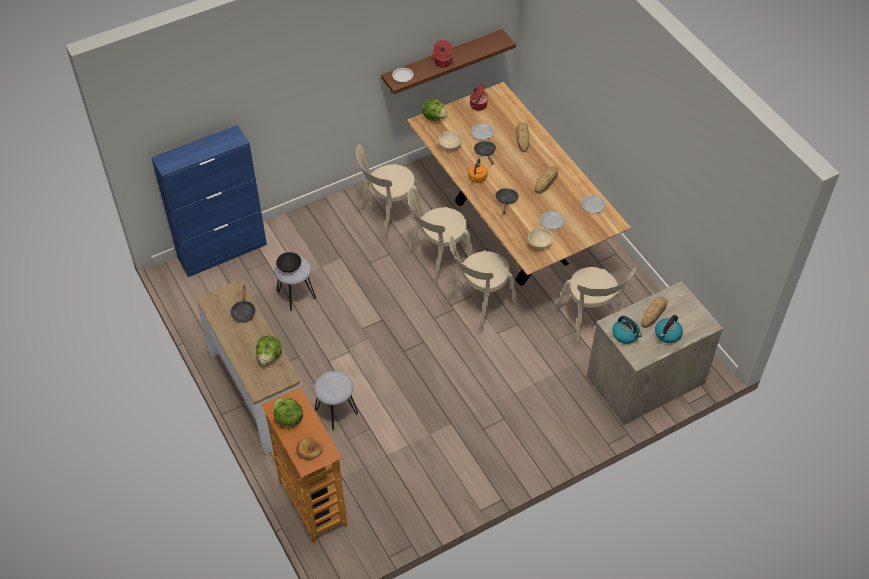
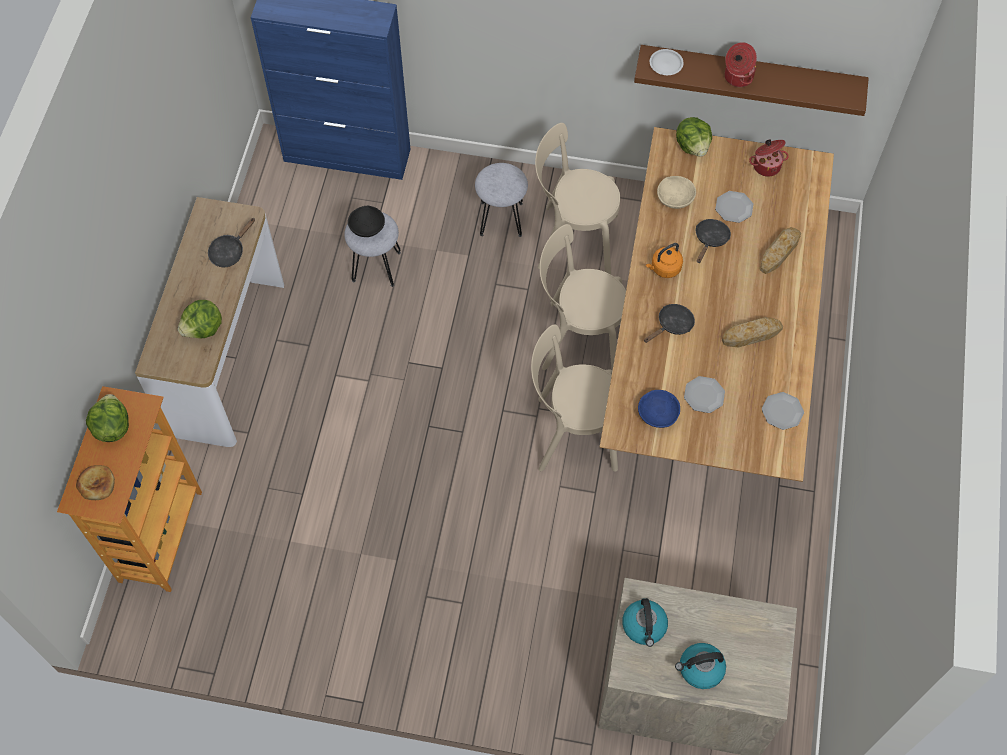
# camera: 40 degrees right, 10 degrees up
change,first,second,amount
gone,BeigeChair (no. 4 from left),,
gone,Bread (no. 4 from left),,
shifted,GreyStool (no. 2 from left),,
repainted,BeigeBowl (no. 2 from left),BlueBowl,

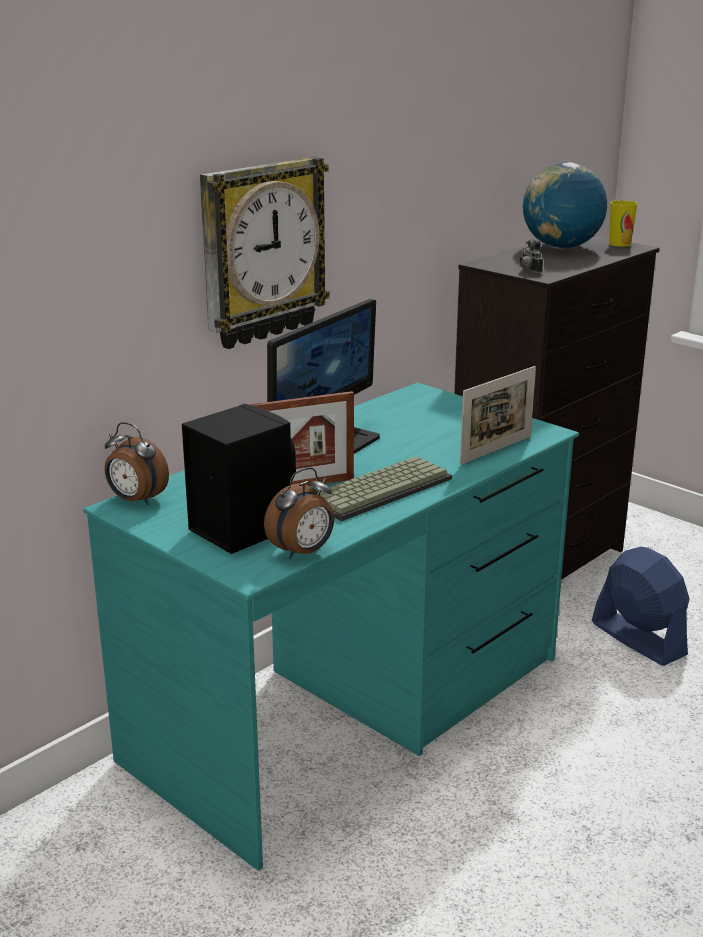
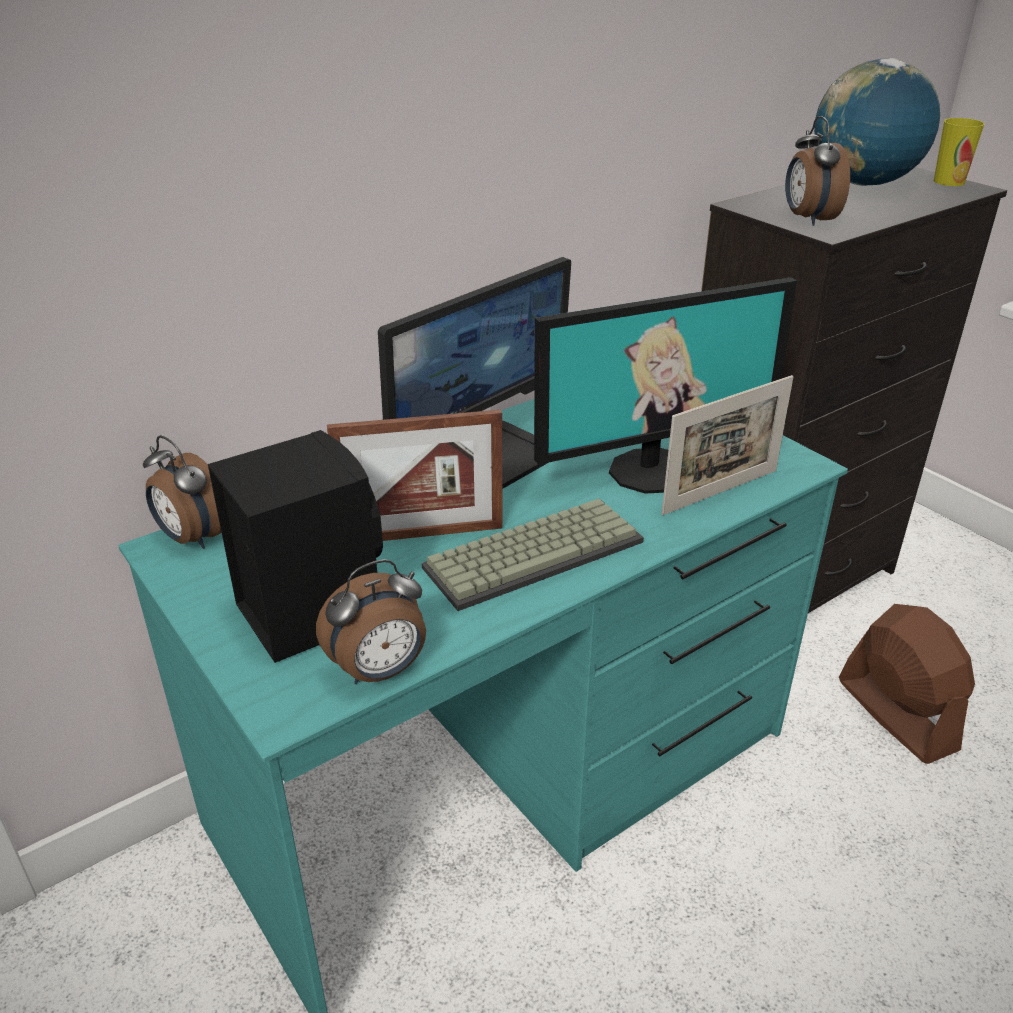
# camera: 10 degrees right, 10 degrees up
change,first,second,amount
gone,WallClock,,
new,,Monitor (no. 2 from left),
swapped,PhotoCamera,AlarmClock (no. 3 from left),
repainted,BlueFan,BrownFan,

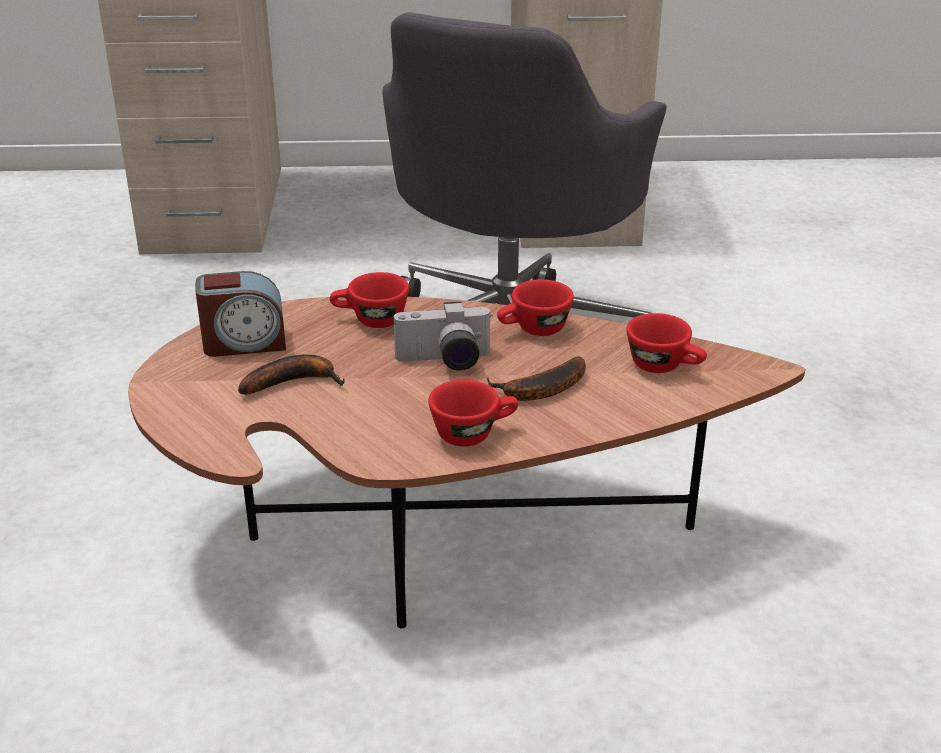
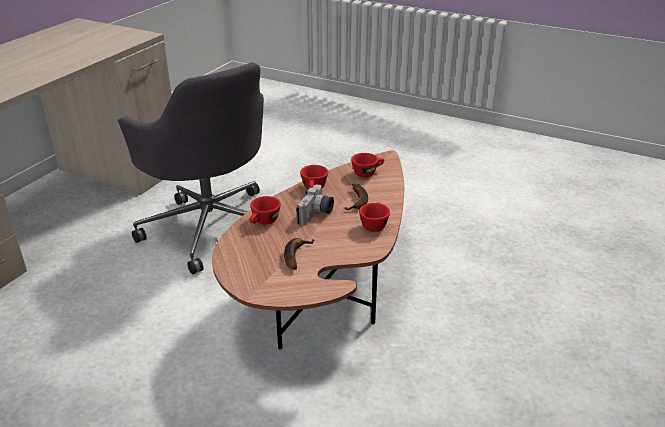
# camera: 60 degrees left, 0 degrees up
change,first,second,amount
gone,AlarmClock,,

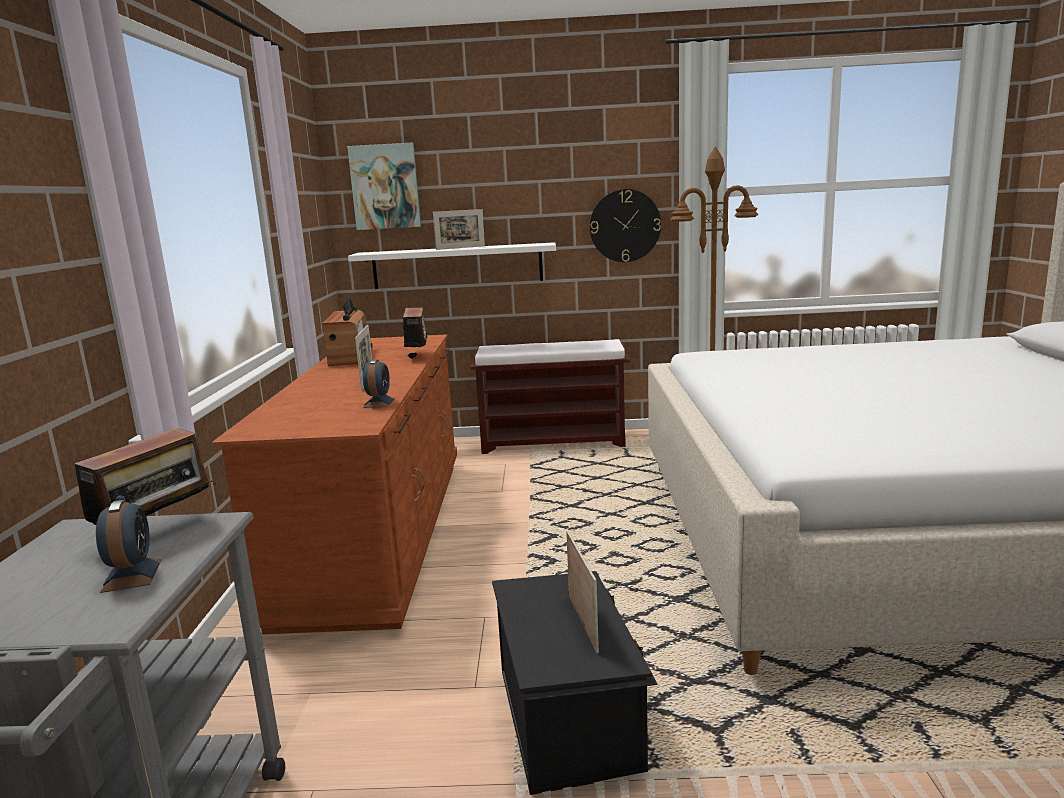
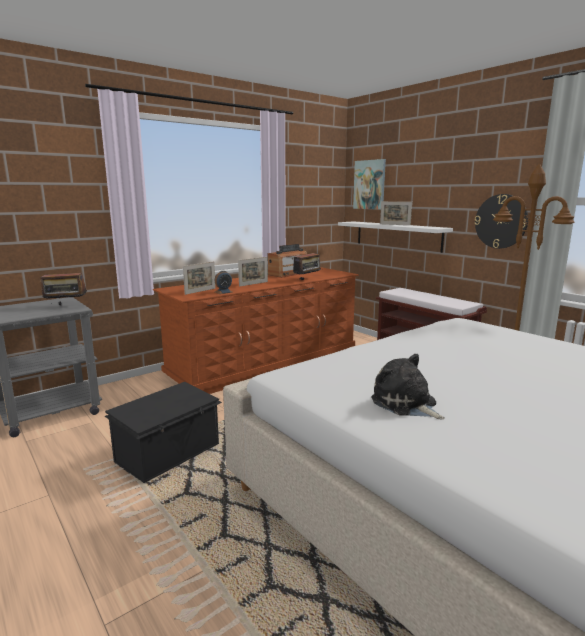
# camera: 50 degrees right, 0 degrees up
change,first,second,amount
gone,AlarmClock (no. 1 from left),,
new,,PlushToy,
shifted,PictureFrame (no. 3 from left in the first image),PictureFrame (no. 1 from left),

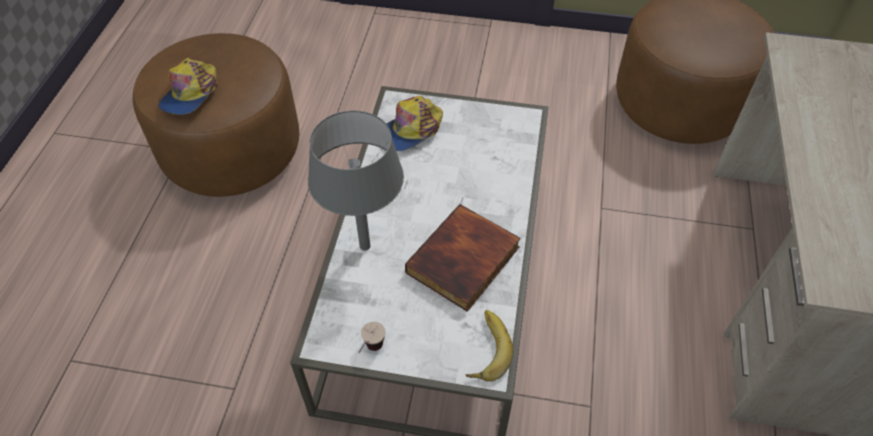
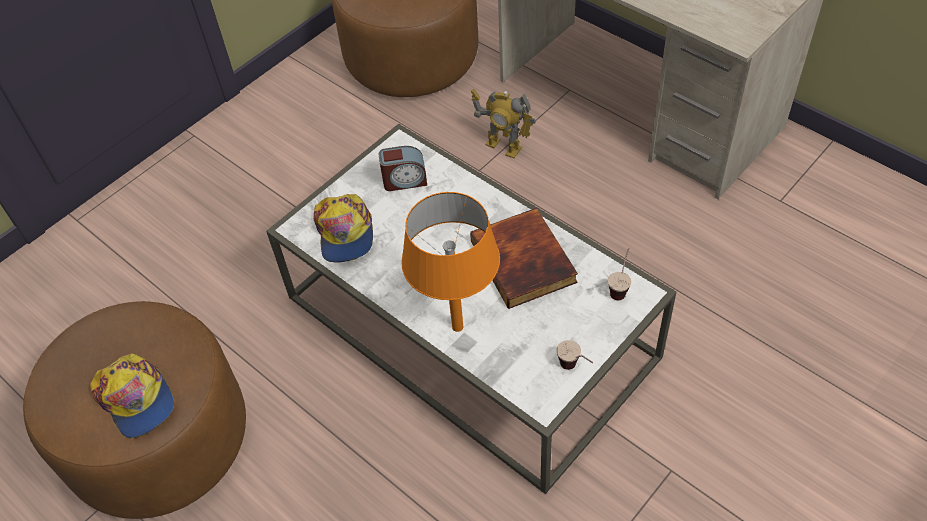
# camera: 55 degrees left, 0 degrees up
change,first,second,amount
new,,AlarmClock,
new,,ToyRobot,
swapped,Banana,Cup (no. 2 from left),
repainted,GreyTableLamp,OrangeTableLamp,

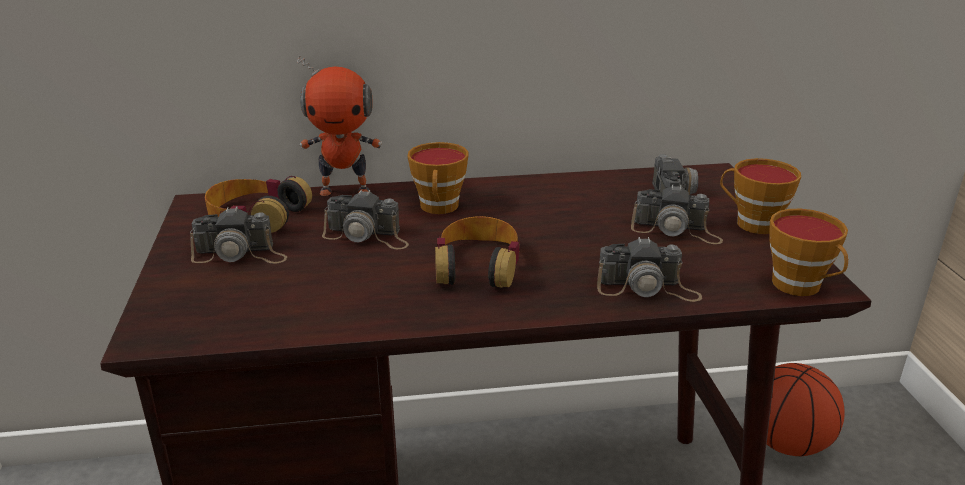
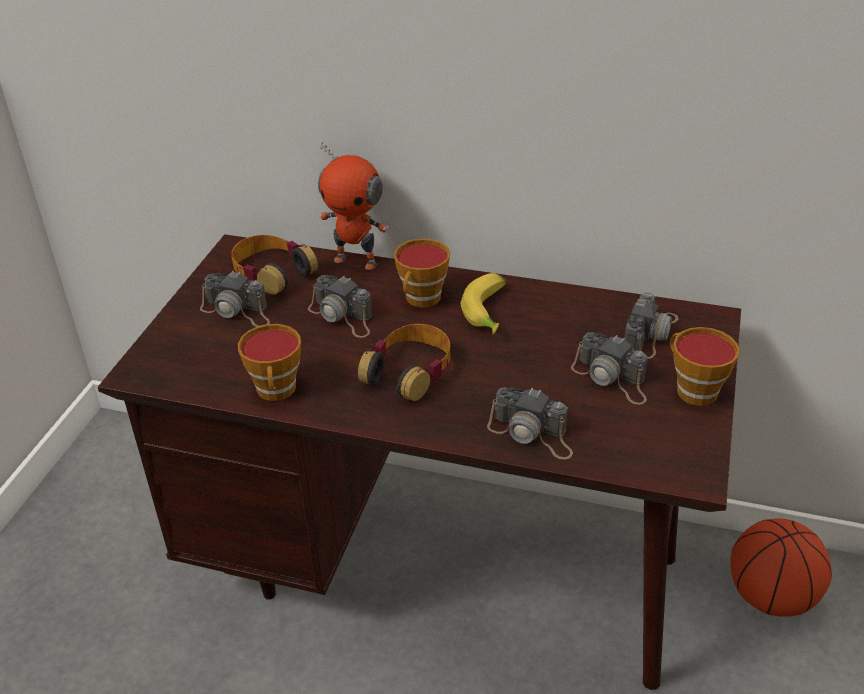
# camera: 25 degrees right, 10 degrees up
change,first,second,amount
new,,Banana,
shifted,Cup (no. 3 from left in the first image),Cup (no. 1 from left),

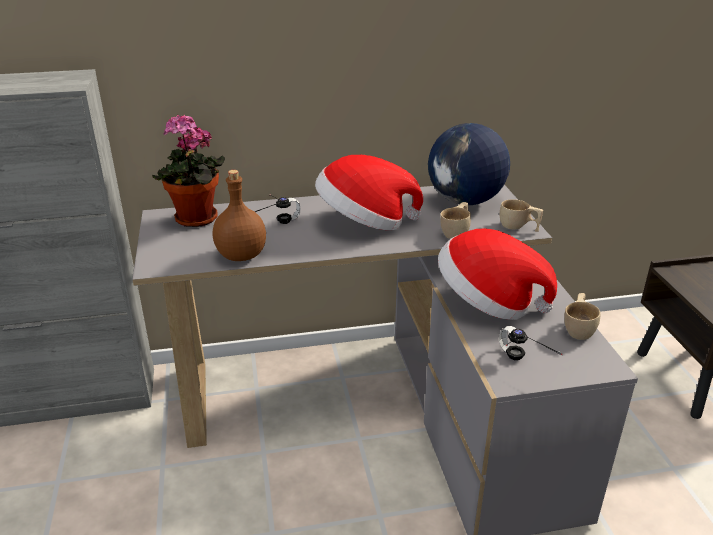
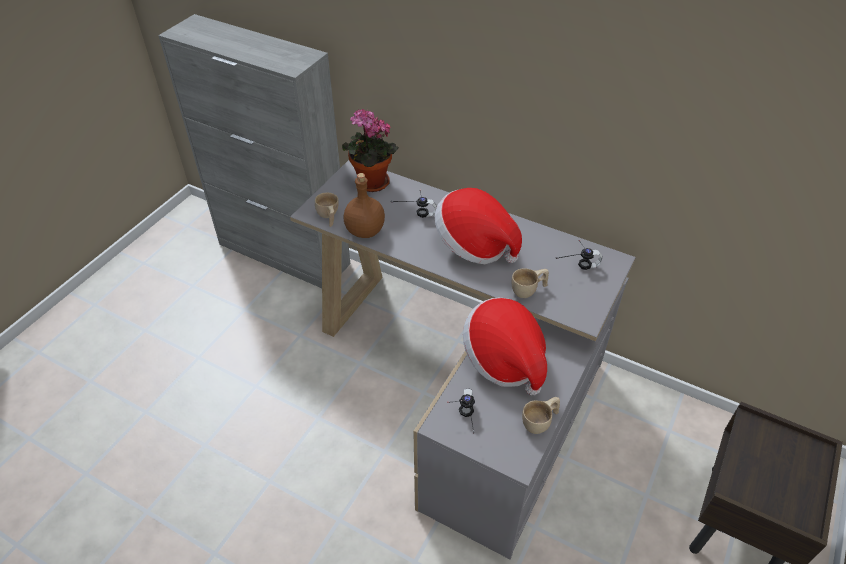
# camera: 40 degrees right, 15 degrees up
change,first,second,amount
shifted,BeigeCup (no. 2 from left in the first image),BeigeCup (no. 1 from left),
swapped,Globe,Headphones (no. 3 from left),

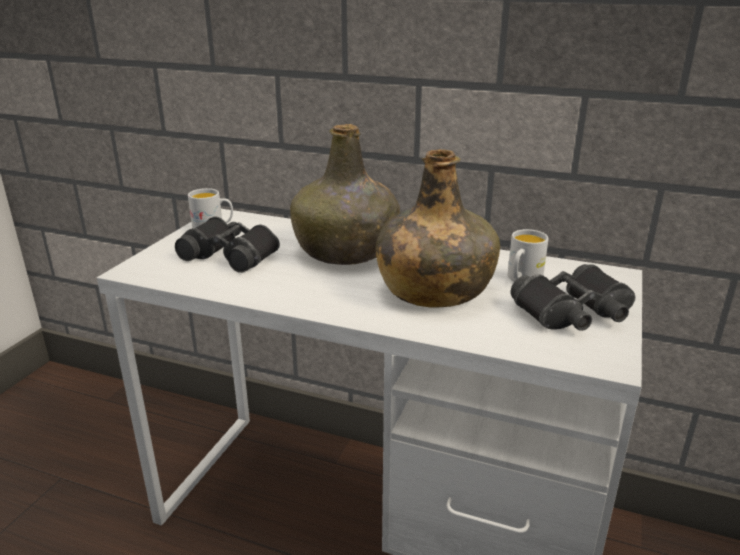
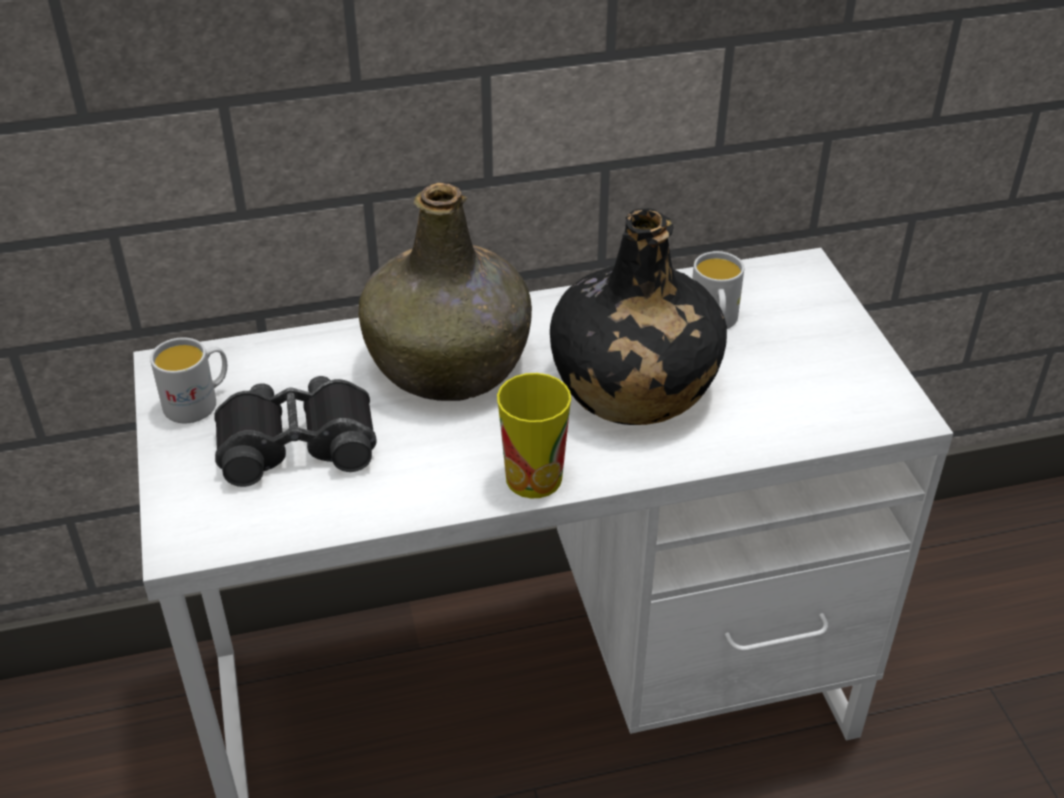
# camera: 35 degrees left, 15 degrees up
change,first,second,amount
gone,BlackBinoculars (no. 2 from left),,
new,,Cup,
repainted,GreenBottle (no. 2 from left),BlackBottle,

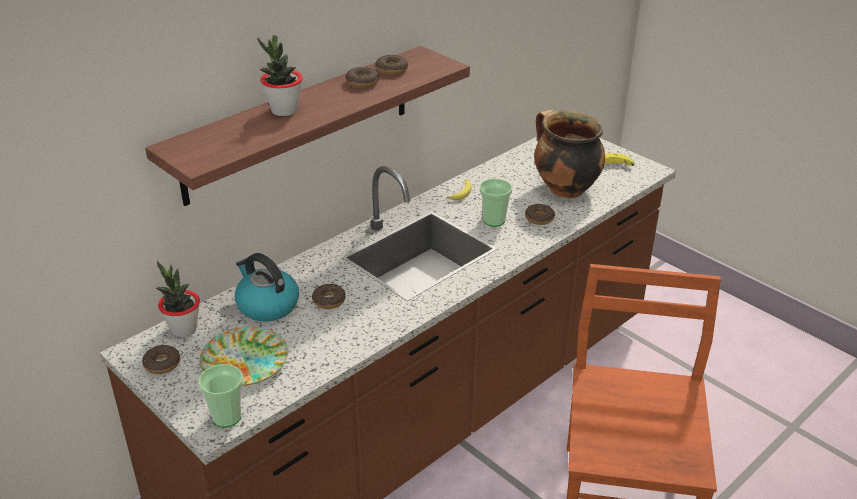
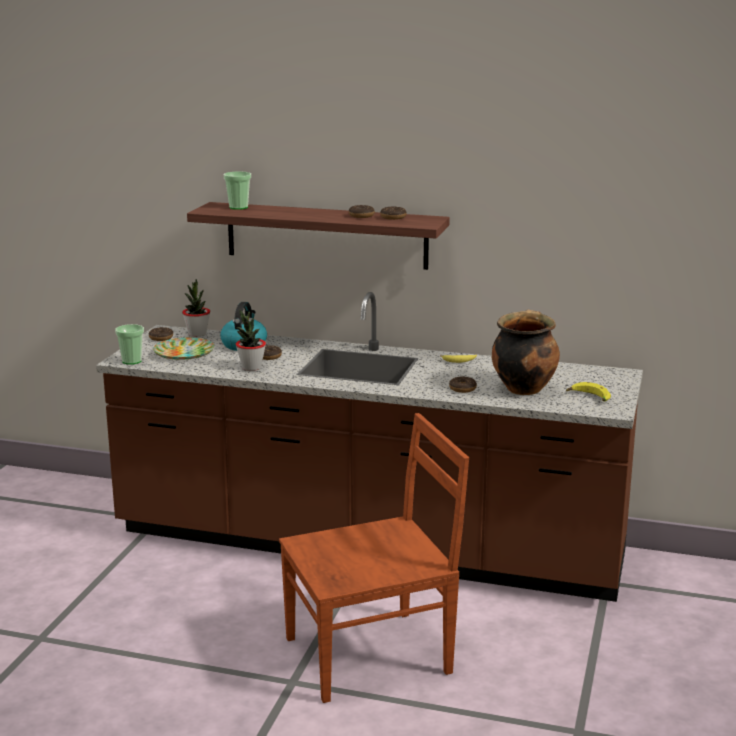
# camera: 60 degrees right, 15 degrees down
change,first,second,amount
shifted,PottedPlant (no. 2 from left),,
shifted,Cup (no. 2 from left),,

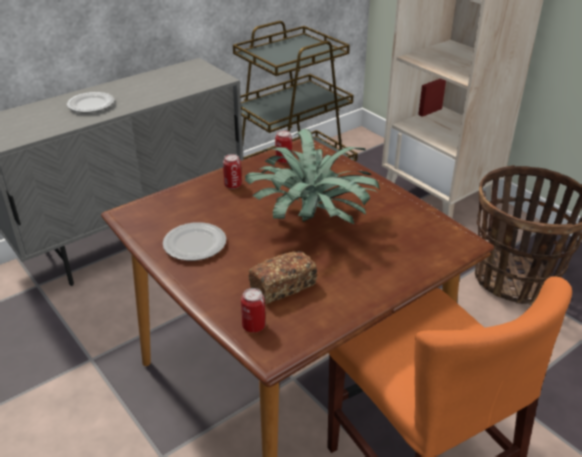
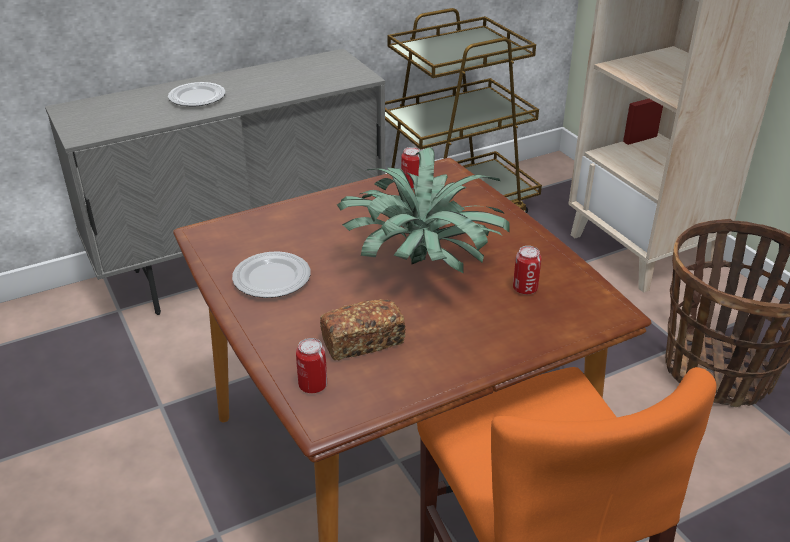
# camera: 10 degrees right, 0 degrees up
change,first,second,amount
shifted,Can (no. 1 from left in the first image),Can (no. 3 from left),

